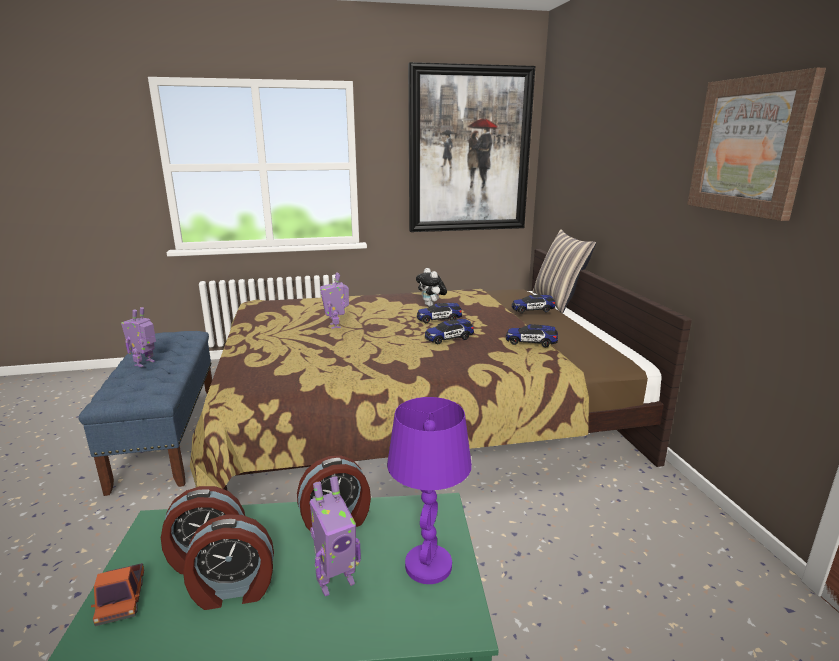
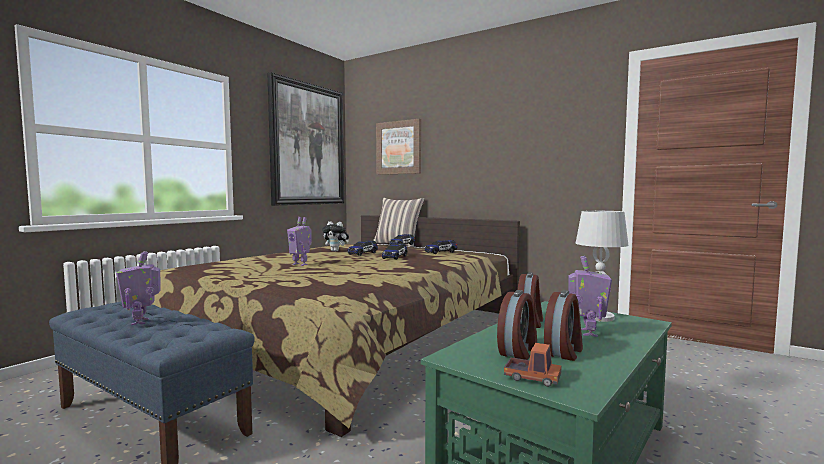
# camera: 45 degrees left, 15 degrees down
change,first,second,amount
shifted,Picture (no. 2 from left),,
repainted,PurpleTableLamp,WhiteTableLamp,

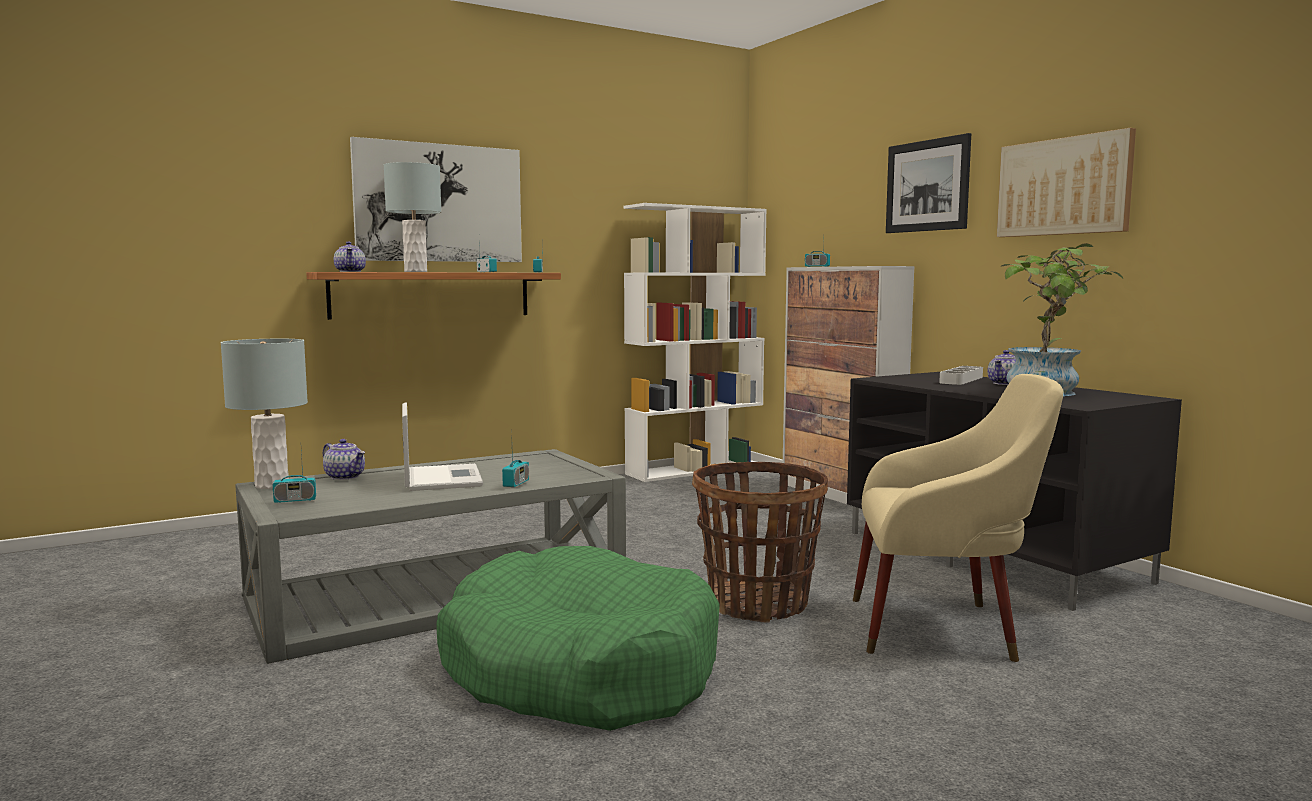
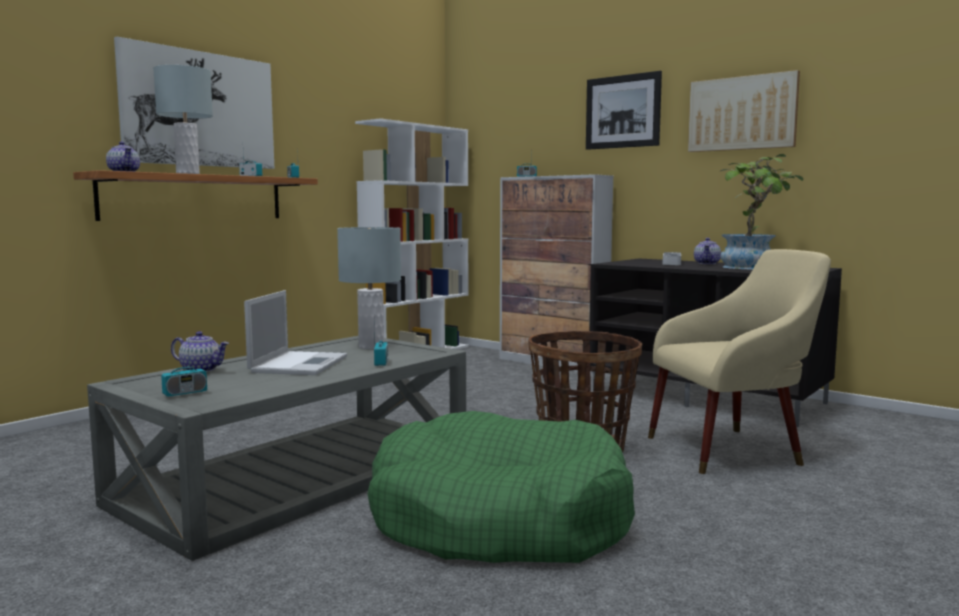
# camera: 20 degrees left, 0 degrees up
change,first,second,amount
shifted,GreyTableLamp (no. 1 from left in the first image),GreyTableLamp (no. 2 from left),
rotated,Laptop,,45 degrees clockwise

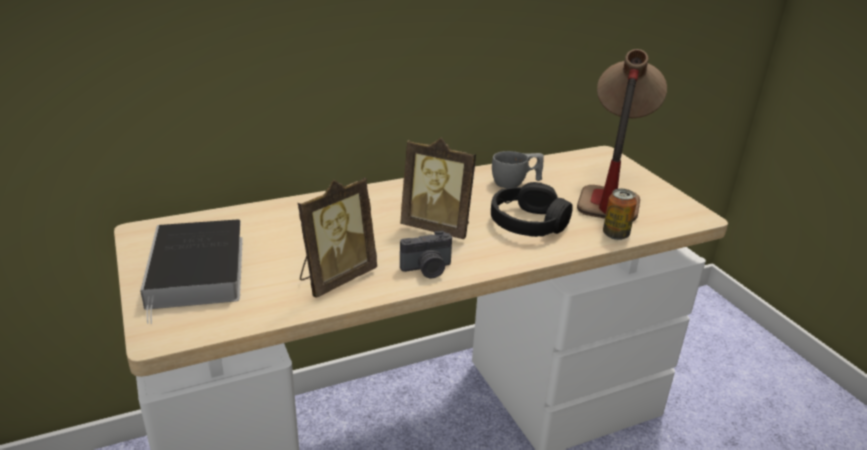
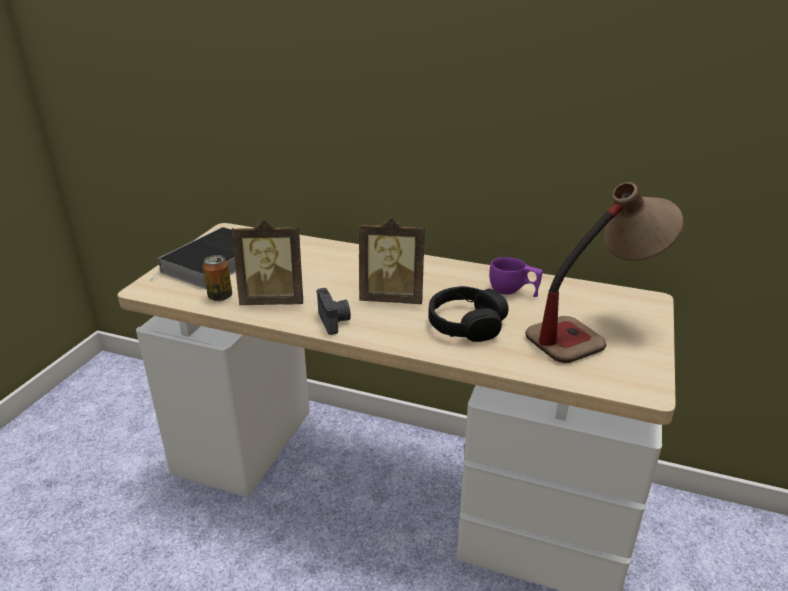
# camera: 45 degrees right, 0 degrees up
change,first,second,amount
shifted,Can,,
repainted,GreyCup,PurpleCup,
rotated,PictureFrame (no. 2 from left),,60 degrees counterclockwise
rotated,PhotoCamera,,135 degrees counterclockwise

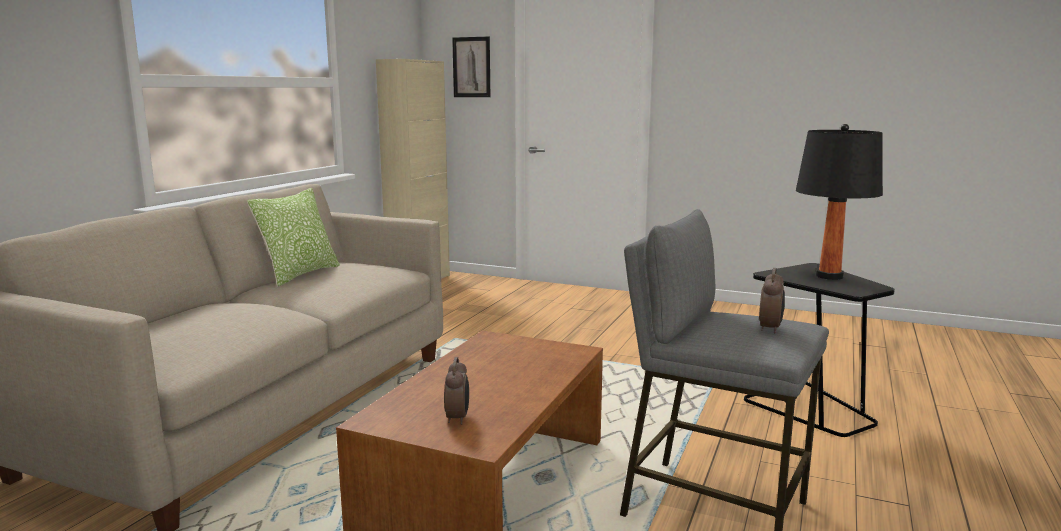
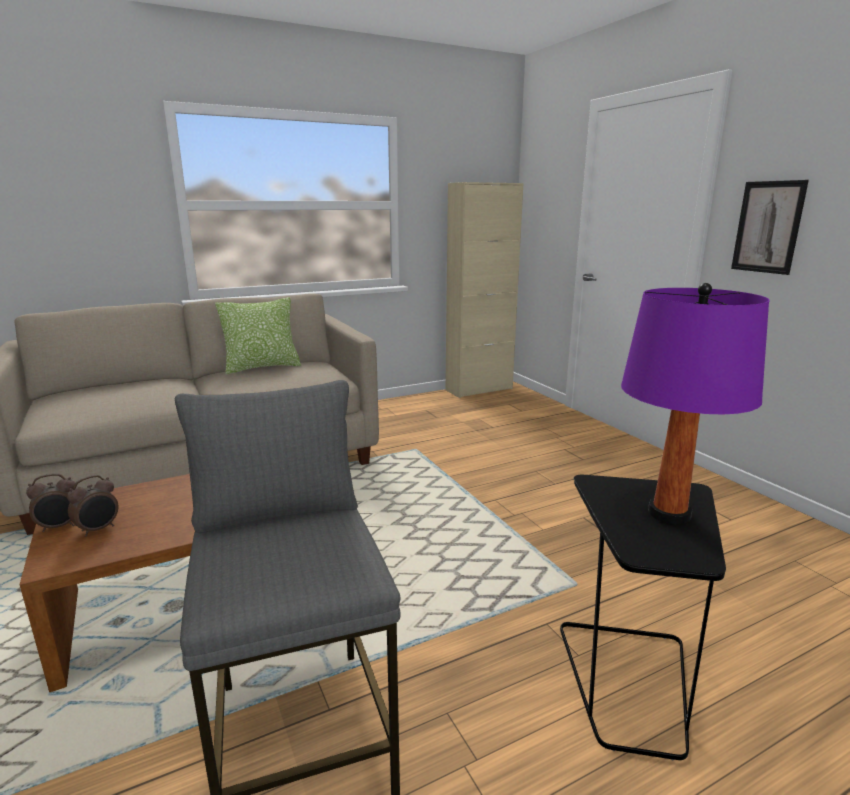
# camera: 40 degrees right, 5 degrees up
change,first,second,amount
shifted,Picture,,
shifted,AlarmClock (no. 2 from left in the first image),AlarmClock (no. 1 from left),
repainted,BlackTableLamp,PurpleTableLamp,

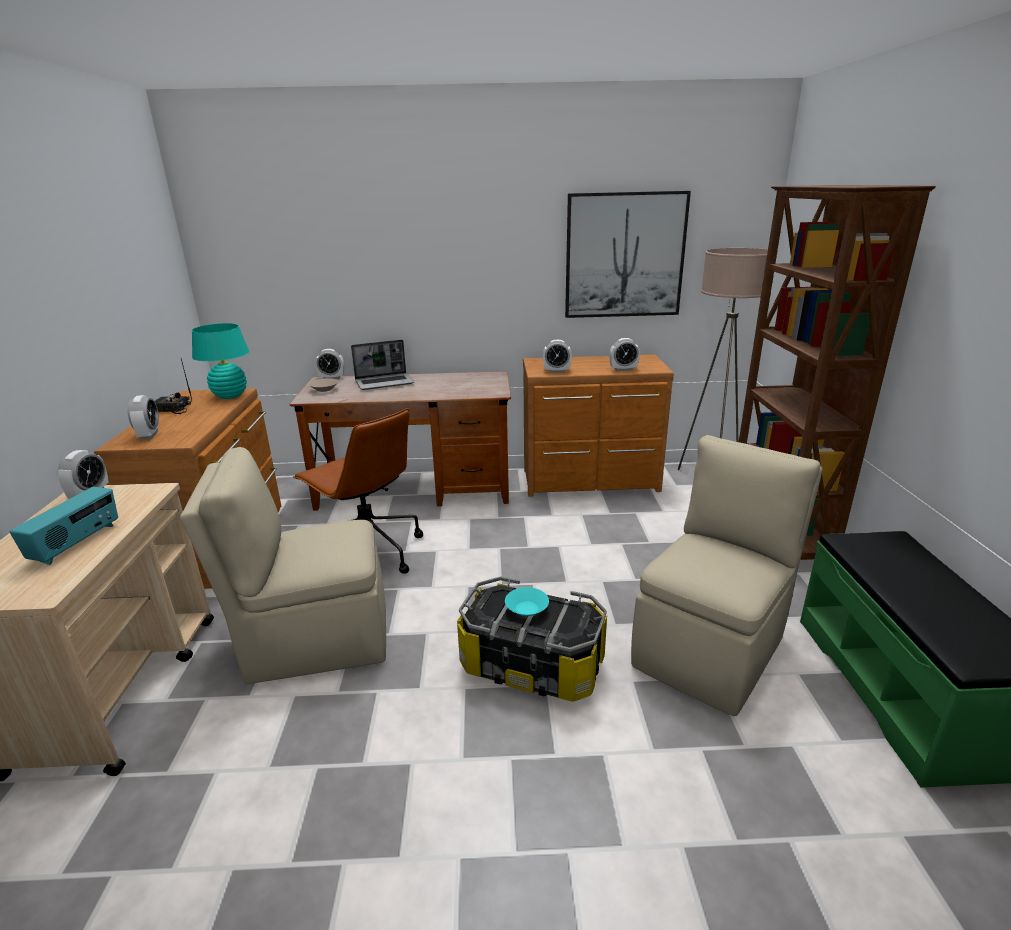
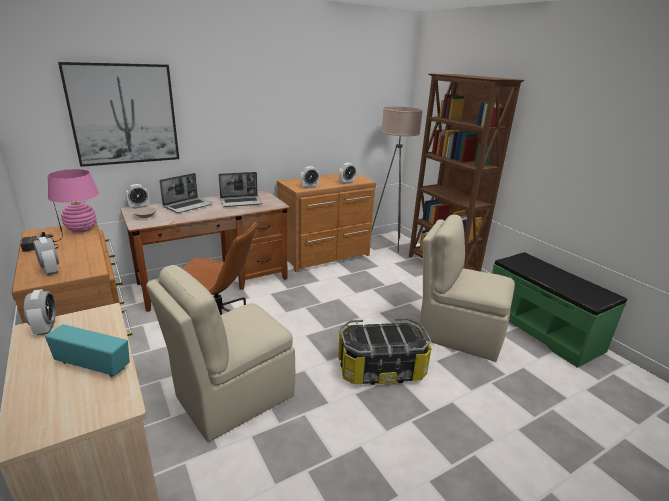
# camera: 30 degrees left, 0 degrees up
change,first,second,amount
gone,TurquoiseBowl,,
new,,Laptop (no. 2 from left),
shifted,Picture,,
repainted,TurquoiseTableLamp,PinkTableLamp,
rotated,Radio (no. 1 from left in the first image),Radio (no. 2 from left),60 degrees counterclockwise
rotated,BeigeChair (no. 2 from left),,75 degrees counterclockwise

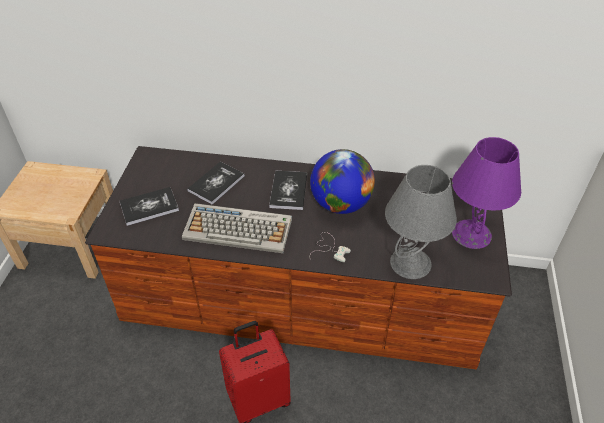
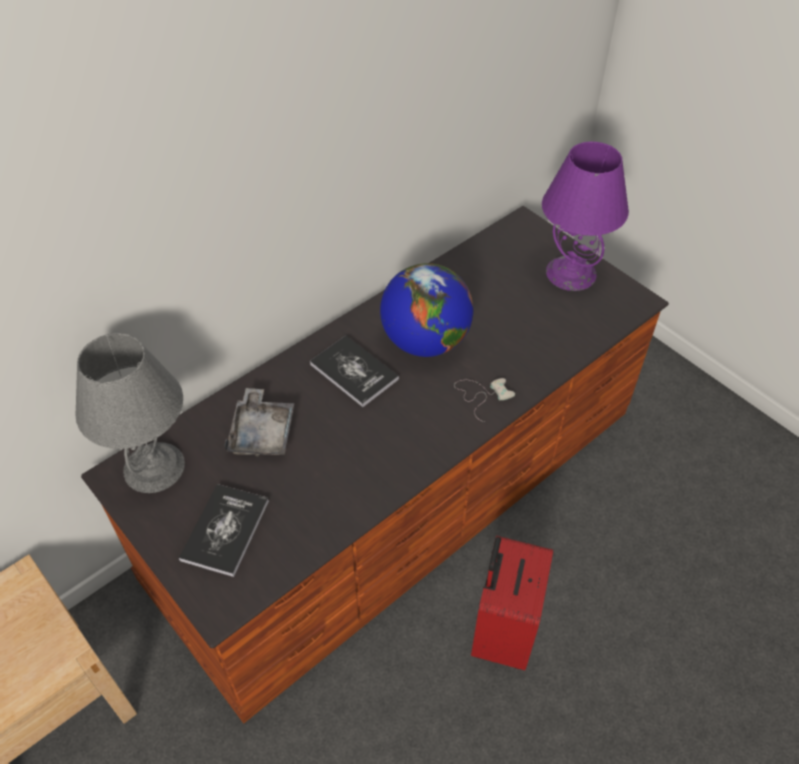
# camera: 50 degrees left, 5 degrees up
change,first,second,amount
gone,Keyboard,,
shifted,GreyTableLamp,,
swapped,Book (no. 2 from left),GreyTray,

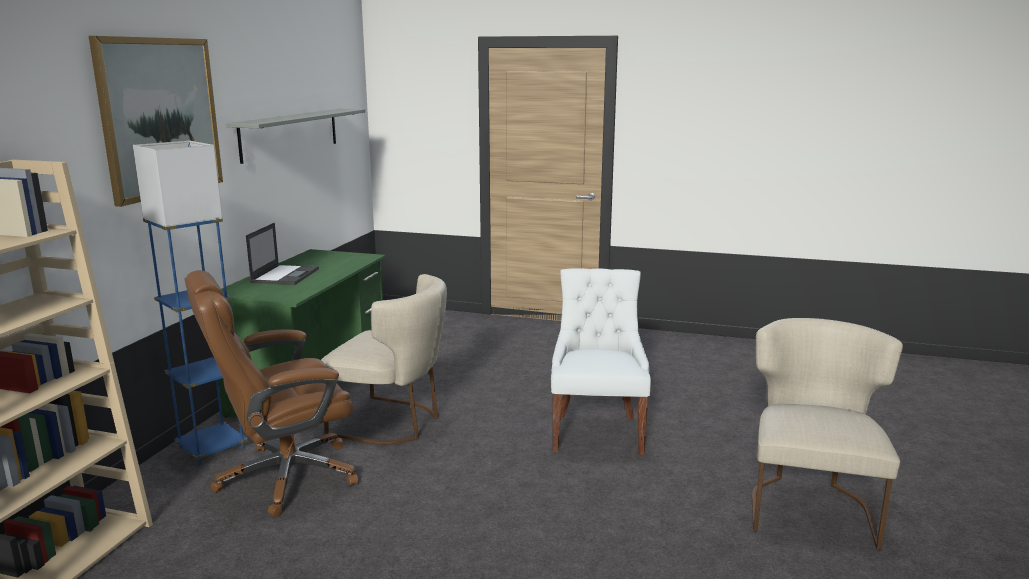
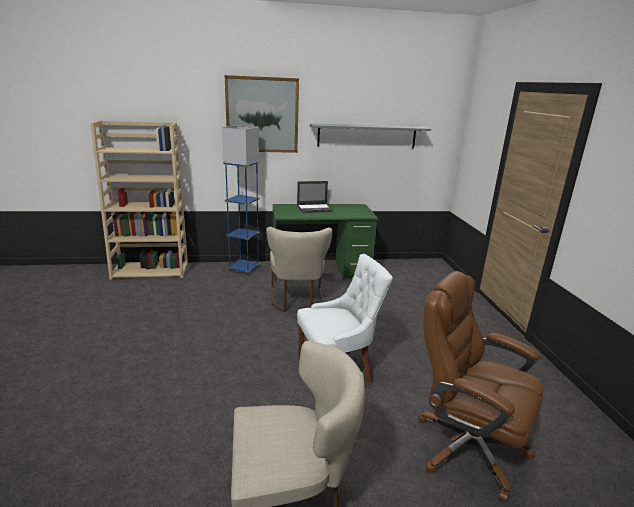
# camera: 65 degrees right, 5 degrees up
change,first,second,amount
shifted,BrownOfficeChair,,

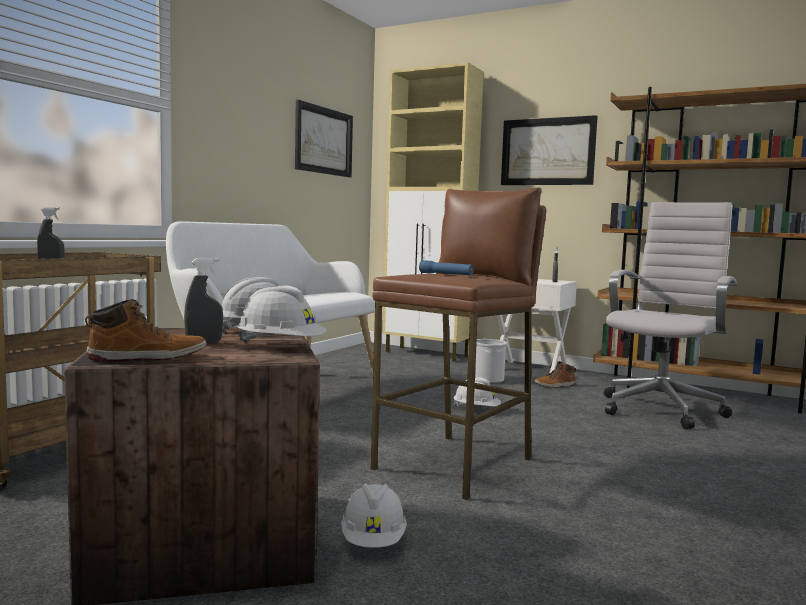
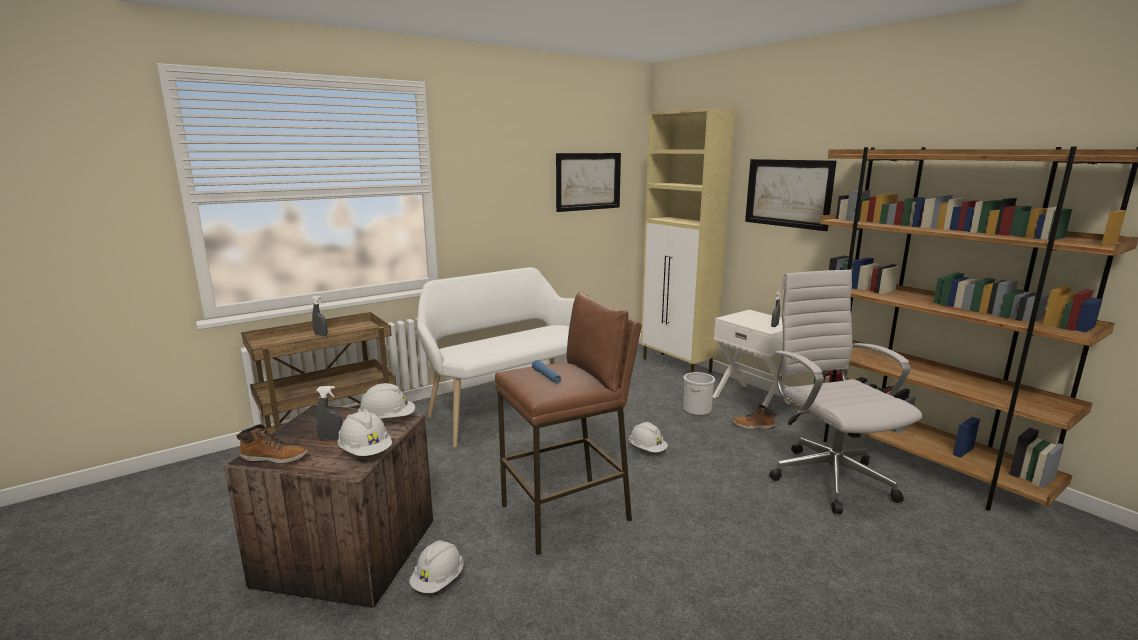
# camera: 25 degrees right, 10 degrees up
change,first,second,amount
rotated,WhiteOfficeChair,,75 degrees counterclockwise

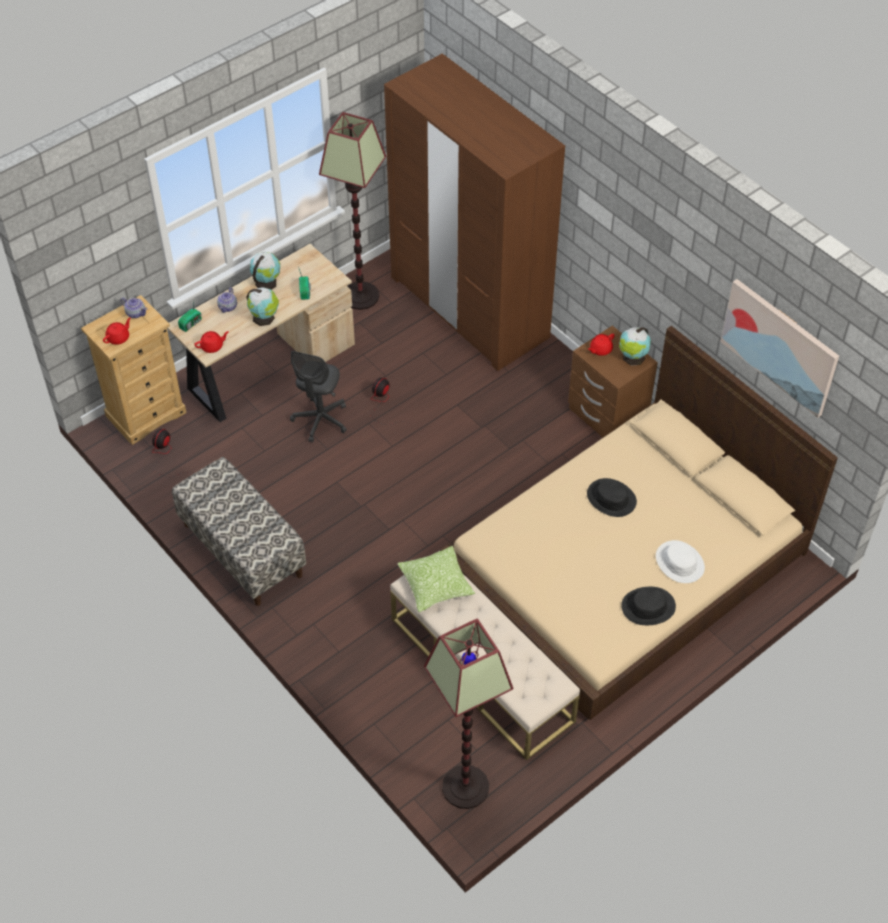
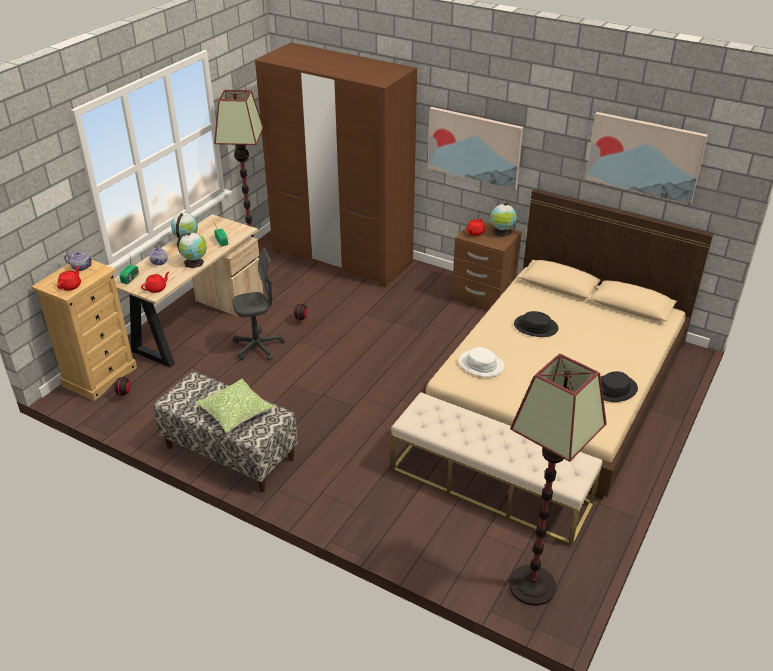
# camera: 20 degrees left, 15 degrees down
change,first,second,amount
new,,Picture (no. 1 from left),
shifted,Pillow,,
shifted,WhiteHat,,
rotated,GreyOfficeChair,,105 degrees counterclockwise

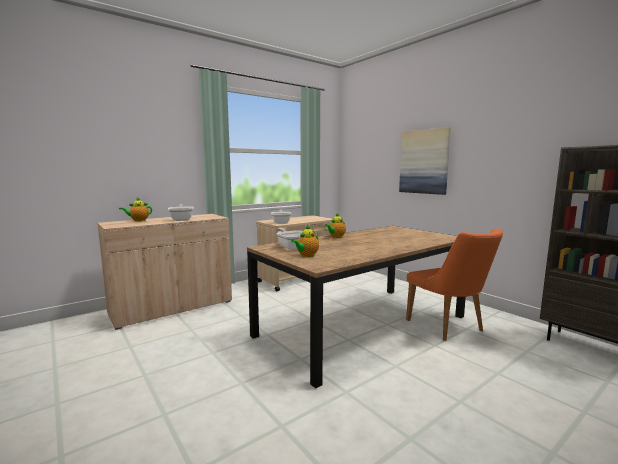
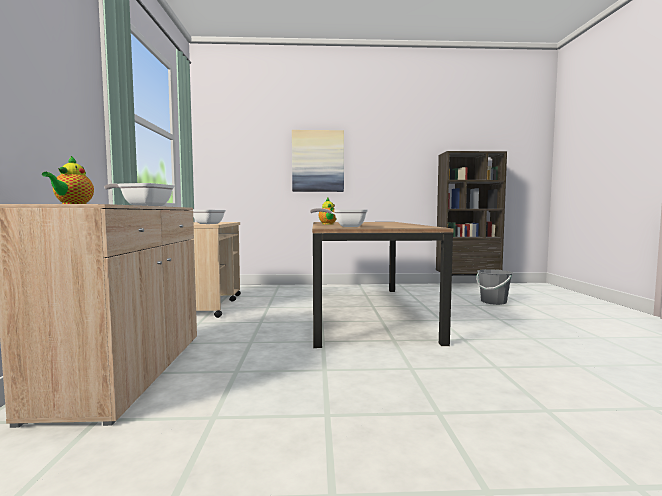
# camera: 55 degrees left, 5 degrees down
change,first,second,amount
gone,Teapot (no. 2 from left),,
gone,OrangeChair,,
new,,GreyBucket,

